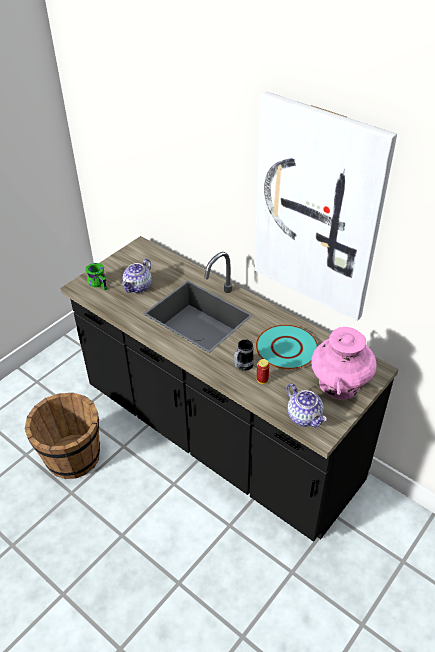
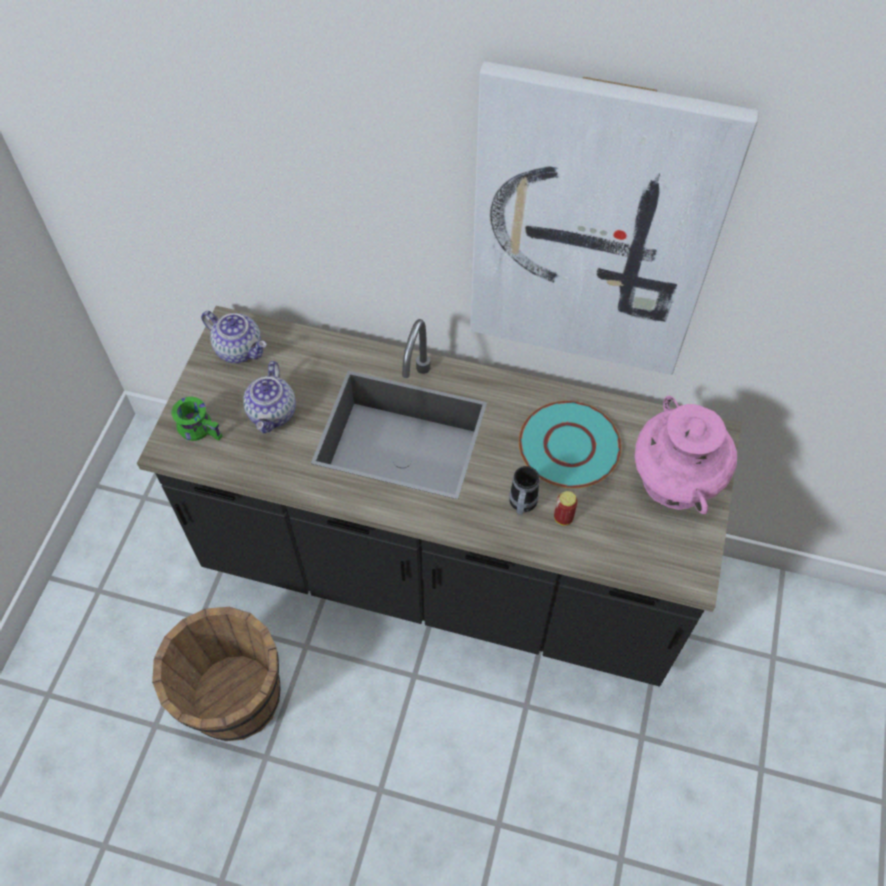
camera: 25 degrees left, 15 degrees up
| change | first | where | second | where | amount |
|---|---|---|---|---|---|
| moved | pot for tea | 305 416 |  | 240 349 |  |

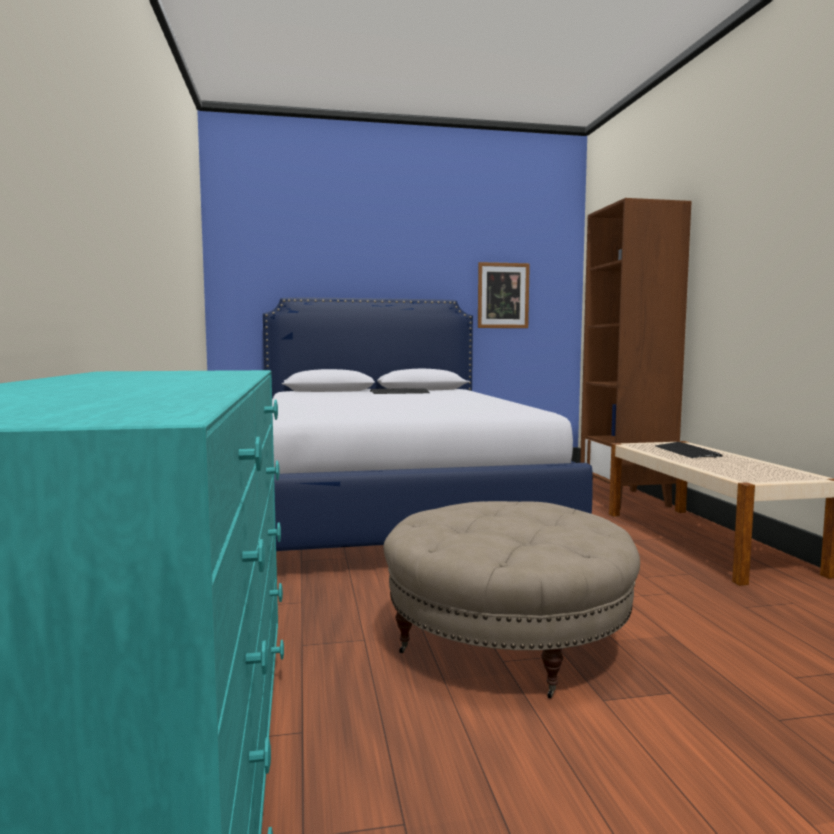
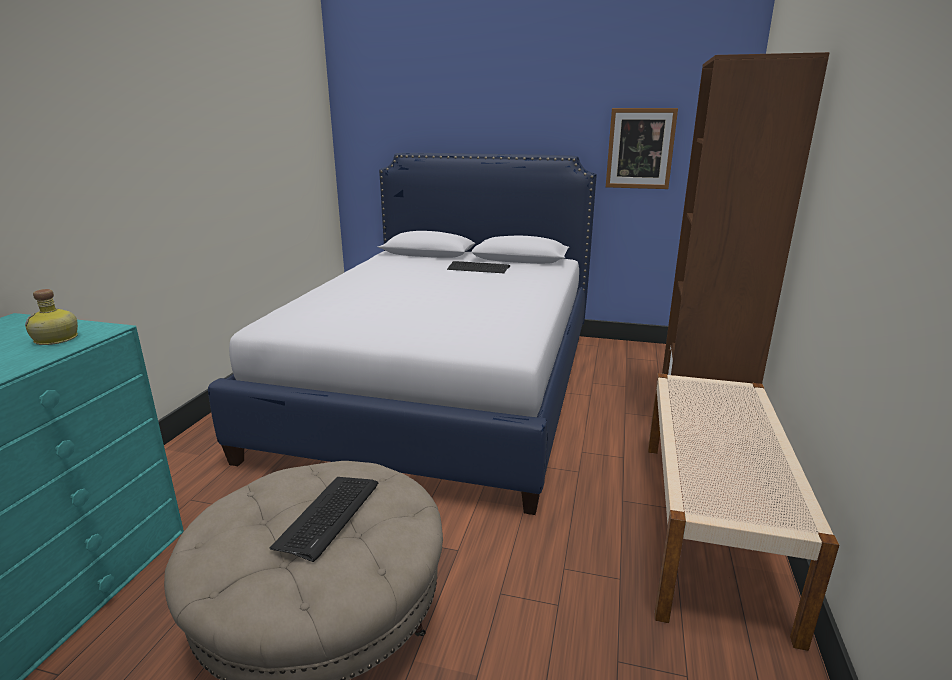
camera: 25 degrees right, 15 degrees up
| change | first | where | second | where | amount |
|---|---|---|---|---|---|
| added |  |  | drink bottle | 57 339 |  |
| moved | computer keyboard | 687 452 |  | 328 516 |  |

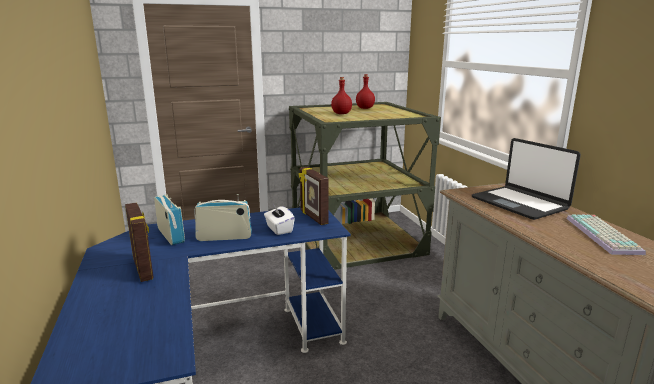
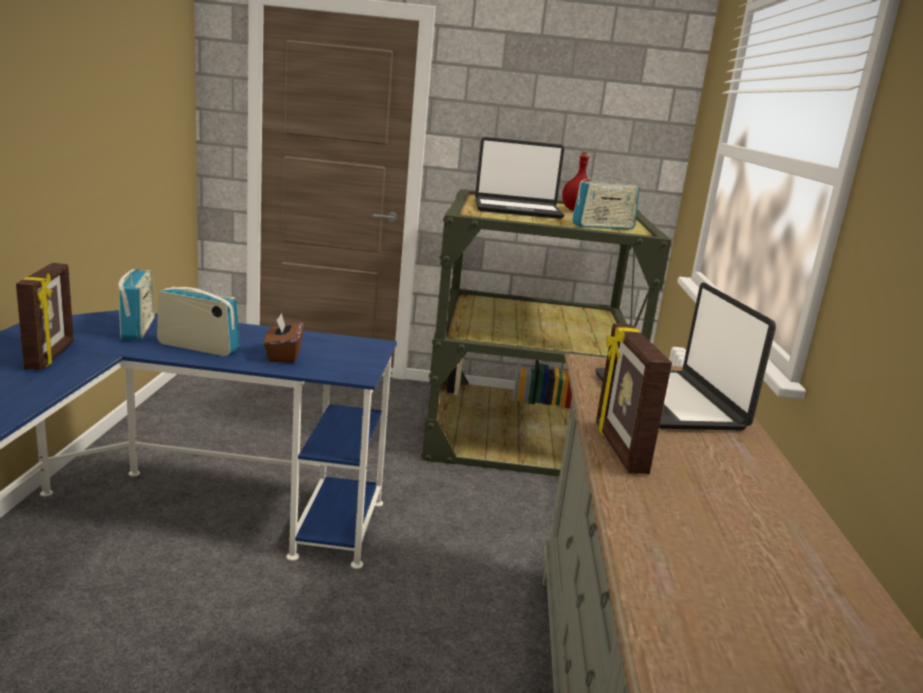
camera: 20 degrees right, 0 degrees up
| change | first | where | second | where | amount |
|---|---|---|---|---|---|
| removed | computer keyboard | 604 235 |  |  |  |
| added |  |  | radio set | 603 227 |  |
| moved | photo frame | 313 217 |  | 618 448 |  |
| replaced | drink bottle in reddish | 341 113 | portable computer | 517 210 |  |
| recoloured | tissue holder in whitish | 279 229 | tissue holder in brown-coloured | 283 355 |  |

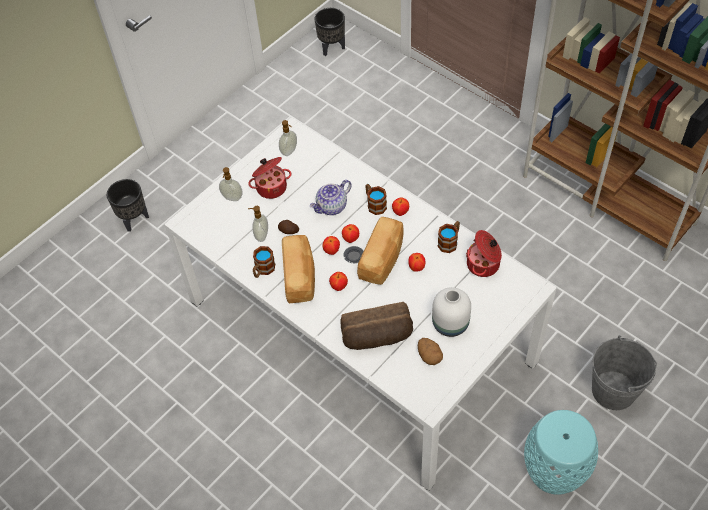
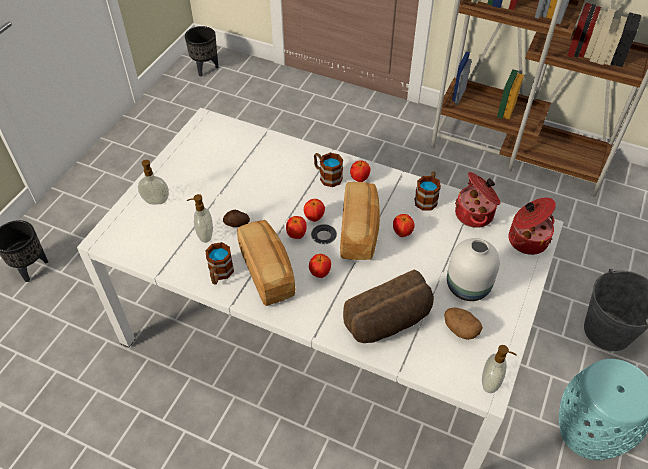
camera: 20 degrees left, 5 degrees down
| change | first | where | second | where | amount |
|---|---|---|---|---|---|
| removed | pot for tea | 332 207 |  |  |  |
| moved | stockpot | 271 187 |  | 526 239 |  |
| moved | soap bottle | 289 151 |  | 491 383 |  |

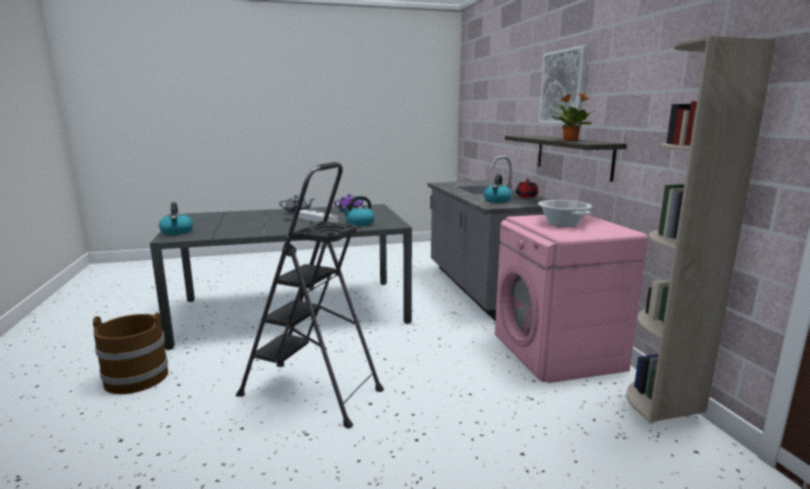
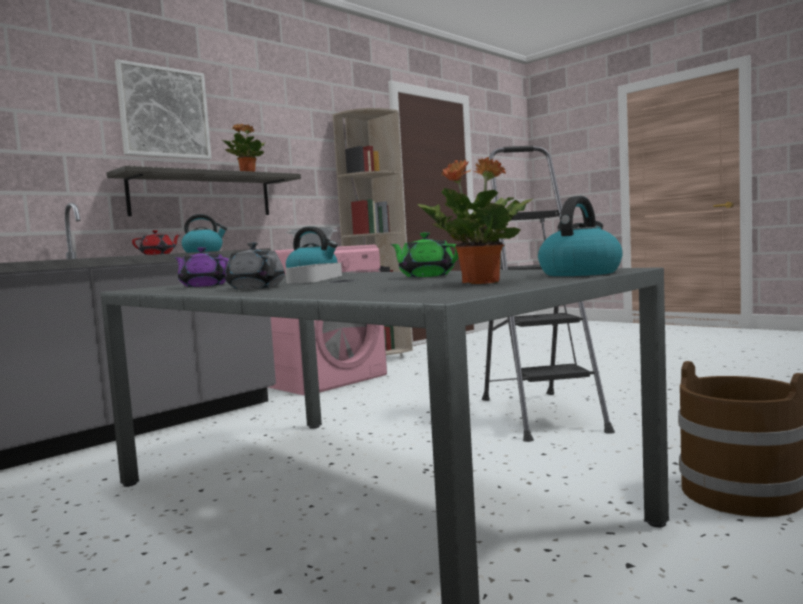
camera: 120 degrees left, 10 degrees down
| change | first | where | second | where | amount |
|---|---|---|---|---|---|
| added |  |  | pot for tea in greenish | 426 276 |  |
| added |  |  | potted plant | 479 283 |  |

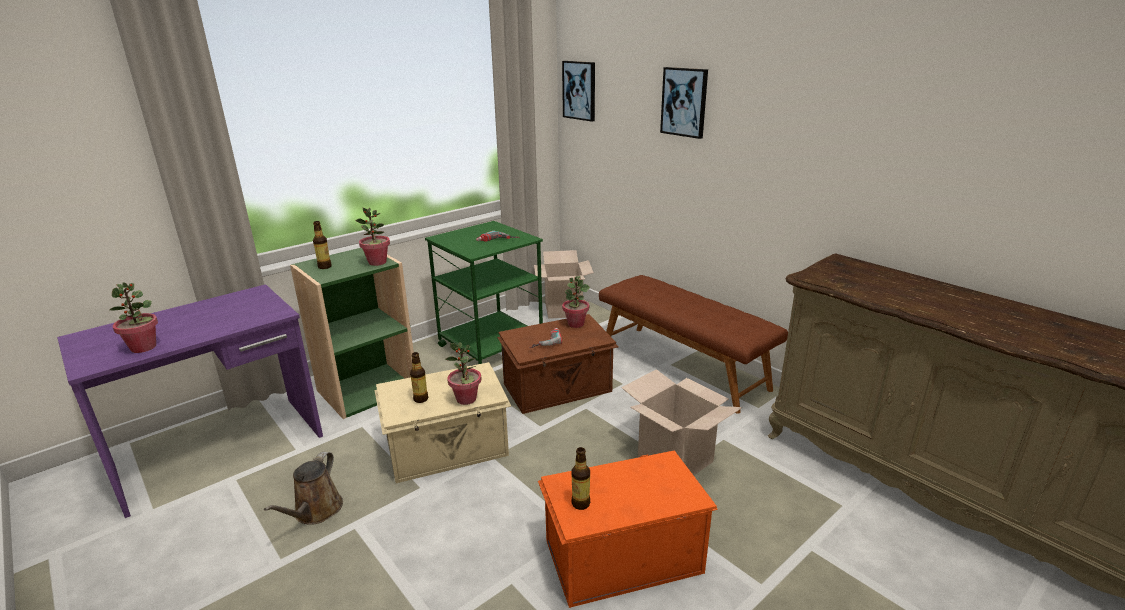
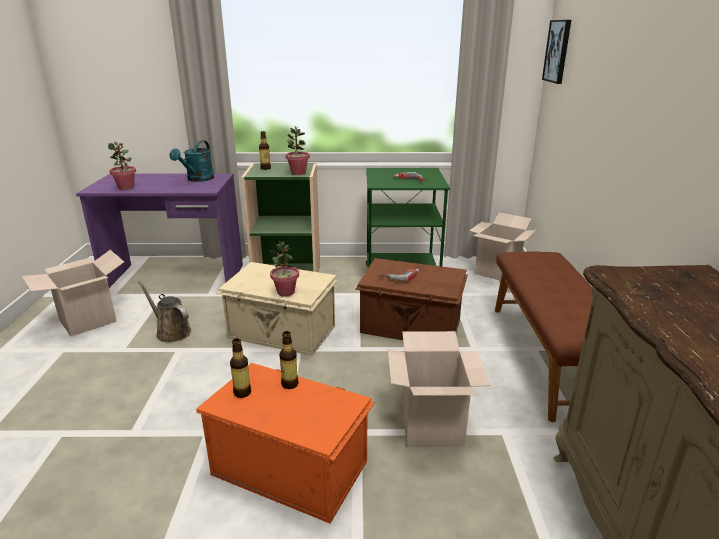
camera: 40 degrees right, 0 degrees up
| change | first | where | second | where | amount |
|---|---|---|---|---|---|
| removed | potted plant | 575 324 |  |  |  |
| removed | picture | 684 102 |  |  |  |
| added |  |  | carton | 87 321 |  |
| added |  |  | watering pot in turquoise | 197 179 |  |
| moved | drink bottle | 421 399 |  | 290 384 |  |
| turned | watering pot in brown-coloured | 316 512 |  | 171 332 | 75 degrees clockwise |

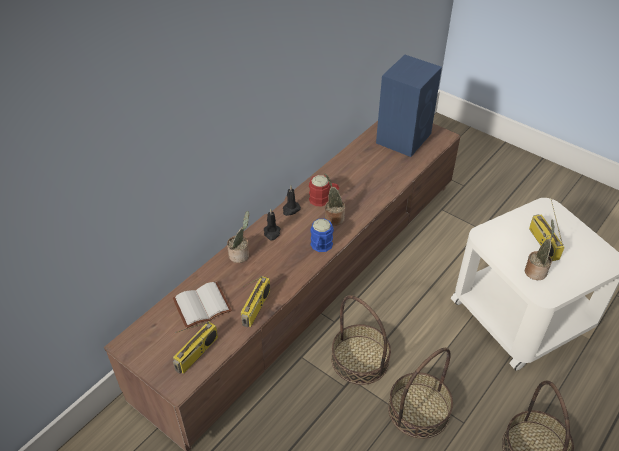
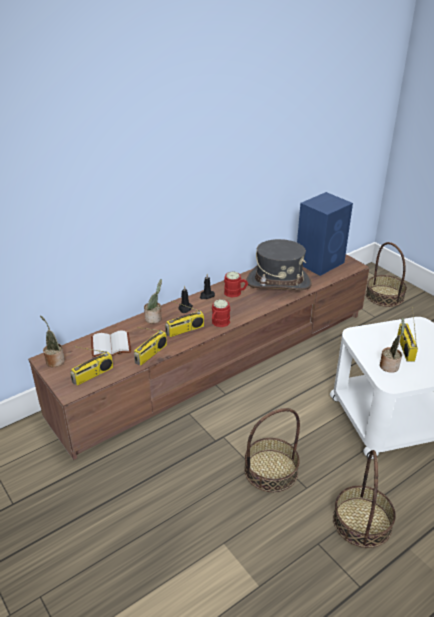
camera: 15 degrees right, 10 degrees down
| change | first | where | second | where | amount |
|---|---|---|---|---|---|
| added |  |  | radio set | 185 330 |  |
| added |  |  | wearable hat in gray | 278 282 |  |
| moved | potted plant | 333 218 |  | 54 360 |  |
| moved | storage basket | 360 359 |  | 384 296 |  |
| recoloured | mug in blue | 320 247 | mug in reddish | 219 323 |  |

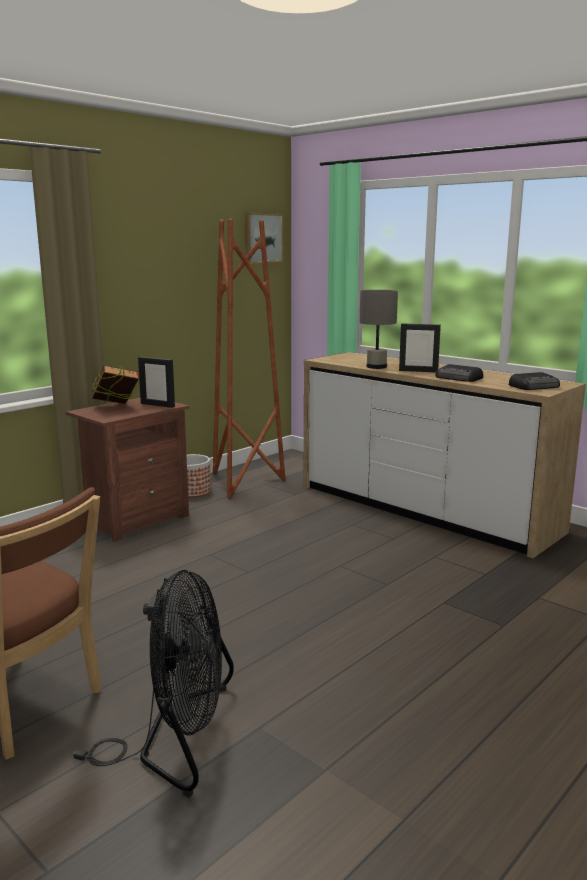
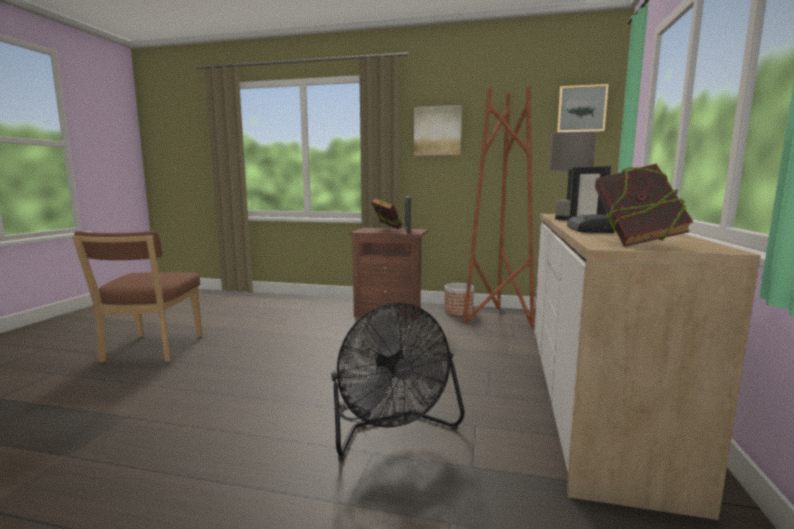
camera: 60 degrees right, 5 degrees down
| change | first | where | second | where | amount |
|---|---|---|---|---|---|
| added |  |  | picture | 437 131 |  |
| moved | cooling fan in blackish | 174 738 |  | 386 431 |  |
| replaced | radio set | 534 386 | book | 636 243 |  |

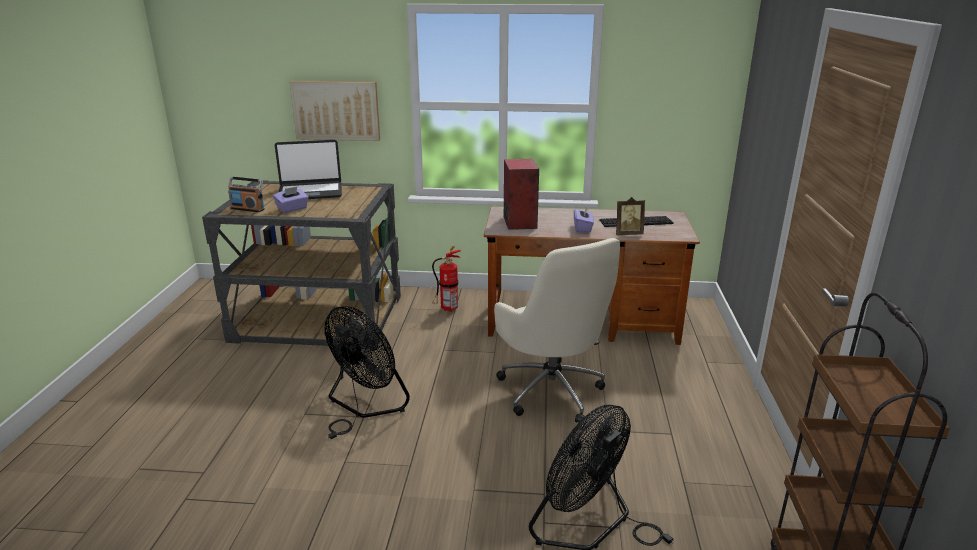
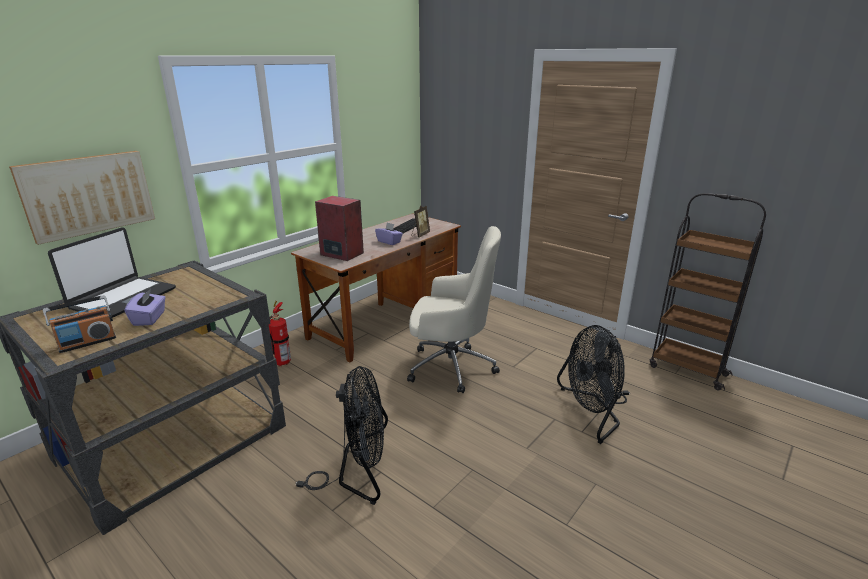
camera: 55 degrees left, 0 degrees up
| change | first | where | second | where | amount |
|---|---|---|---|---|---|
| turned | cooling fan in blackish | 358 403 |  | 357 467 | 105 degrees clockwise |

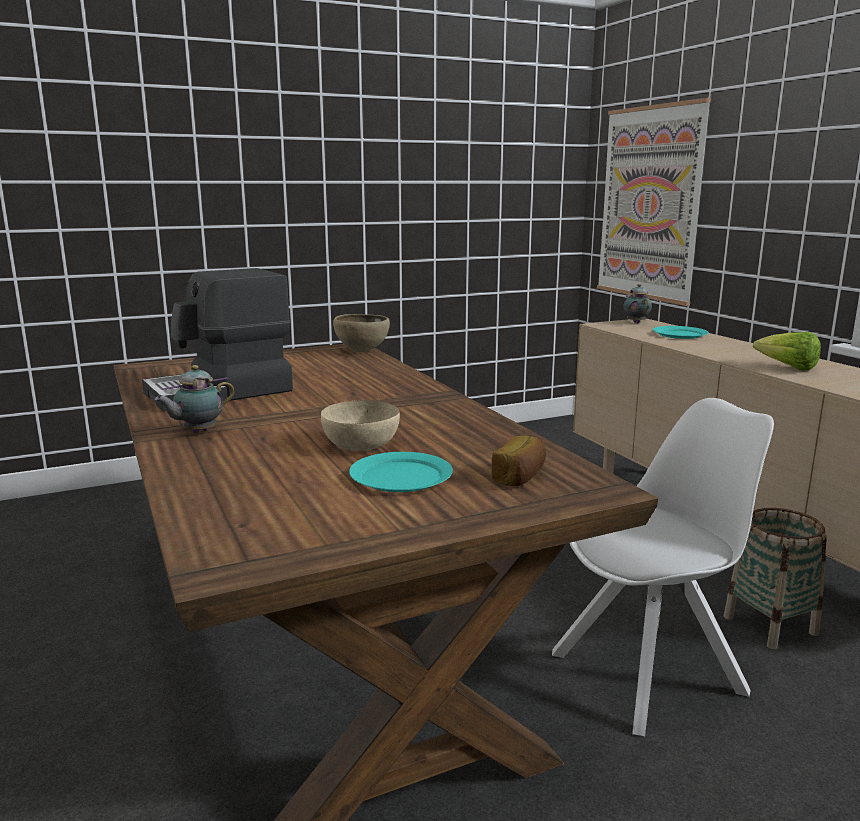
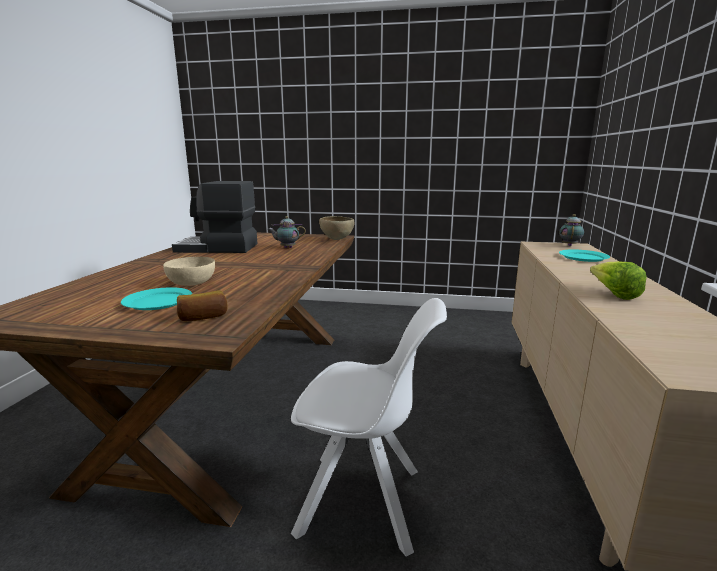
camera: 35 degrees right, 0 degrees up
| change | first | where | second | where | amount |
|---|---|---|---|---|---|
| removed | picture | 649 204 |  |  |  |
| removed | storage basket | 770 625 |  |  |  |
| moved | pot for tea | 198 432 |  | 287 248 |  |

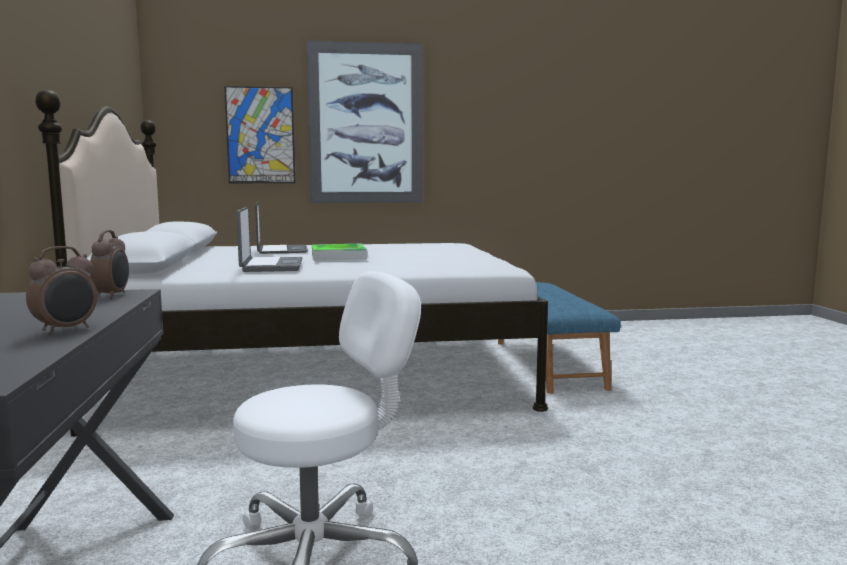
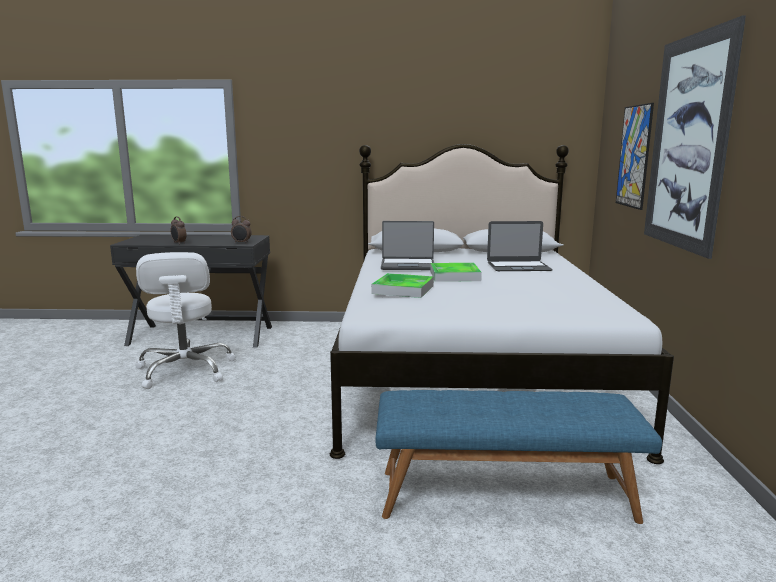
camera: 100 degrees right, 5 degrees up
| change | first | where | second | where | amount |
|---|---|---|---|---|---|
| added |  |  | carrying tray | 403 289 |  |

